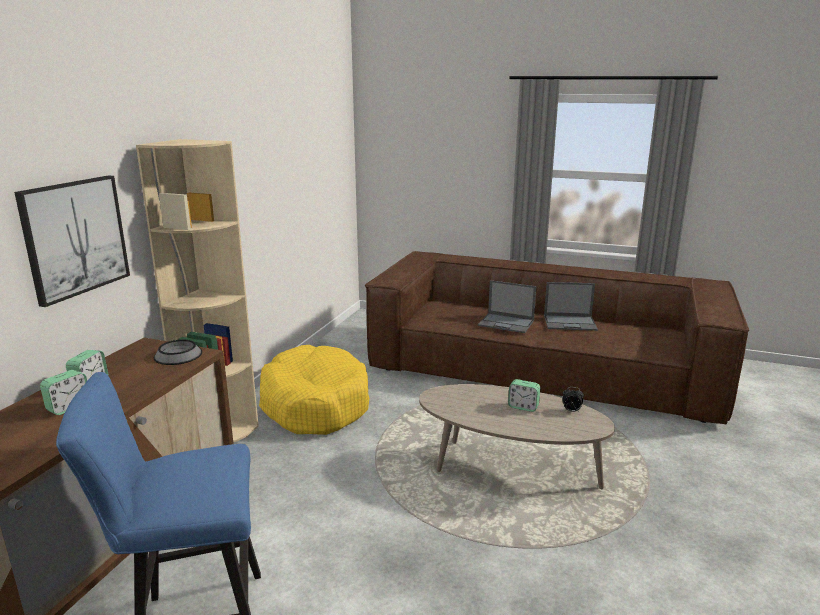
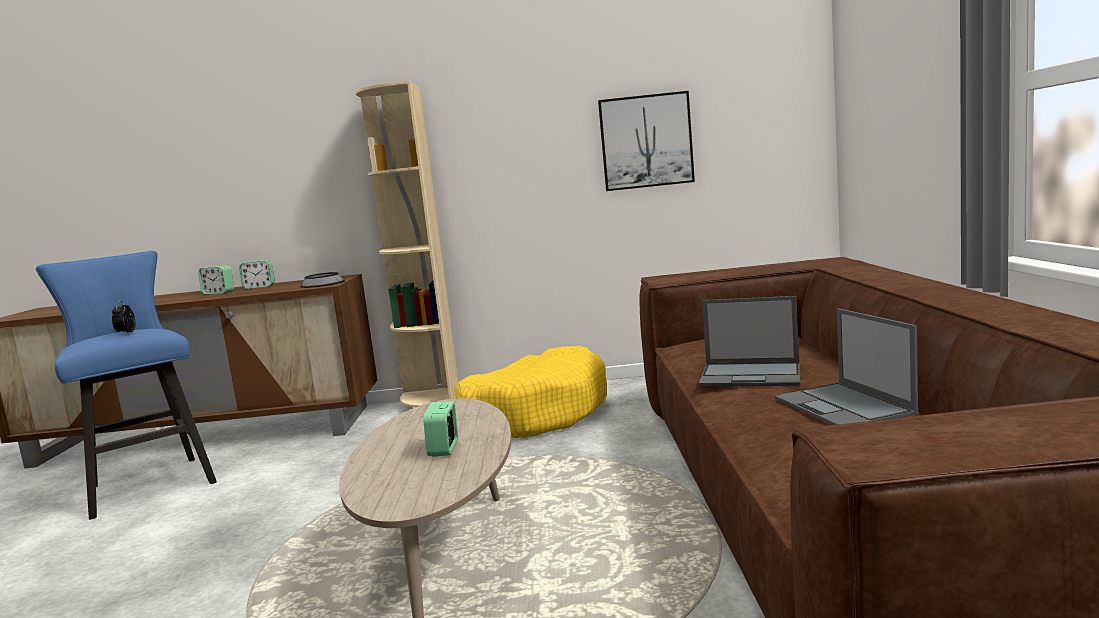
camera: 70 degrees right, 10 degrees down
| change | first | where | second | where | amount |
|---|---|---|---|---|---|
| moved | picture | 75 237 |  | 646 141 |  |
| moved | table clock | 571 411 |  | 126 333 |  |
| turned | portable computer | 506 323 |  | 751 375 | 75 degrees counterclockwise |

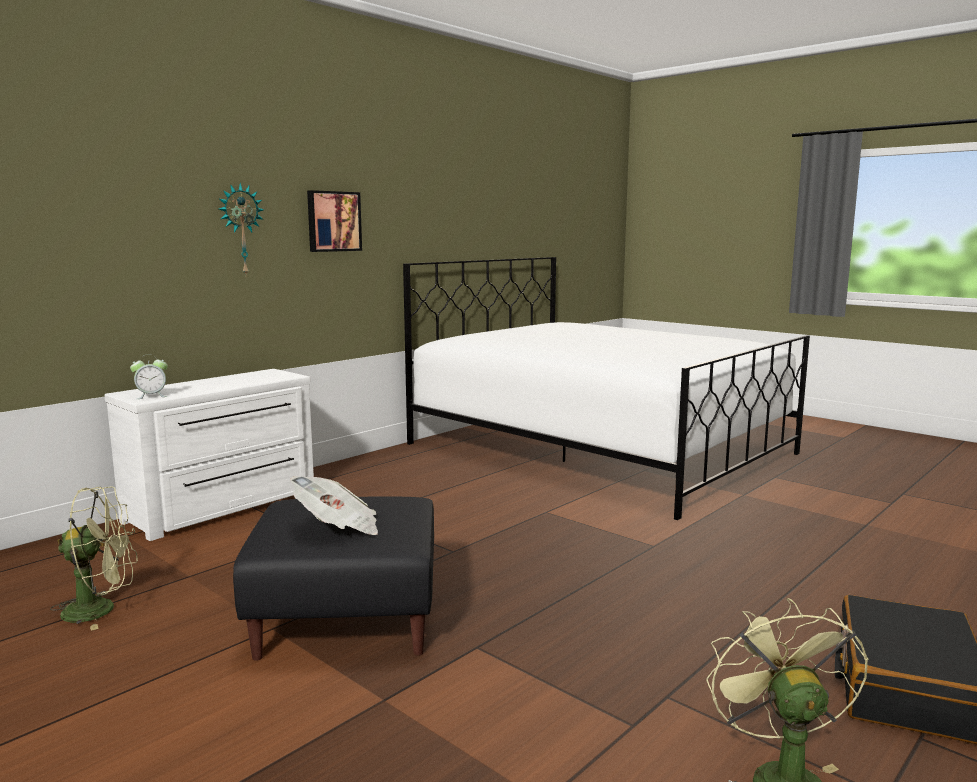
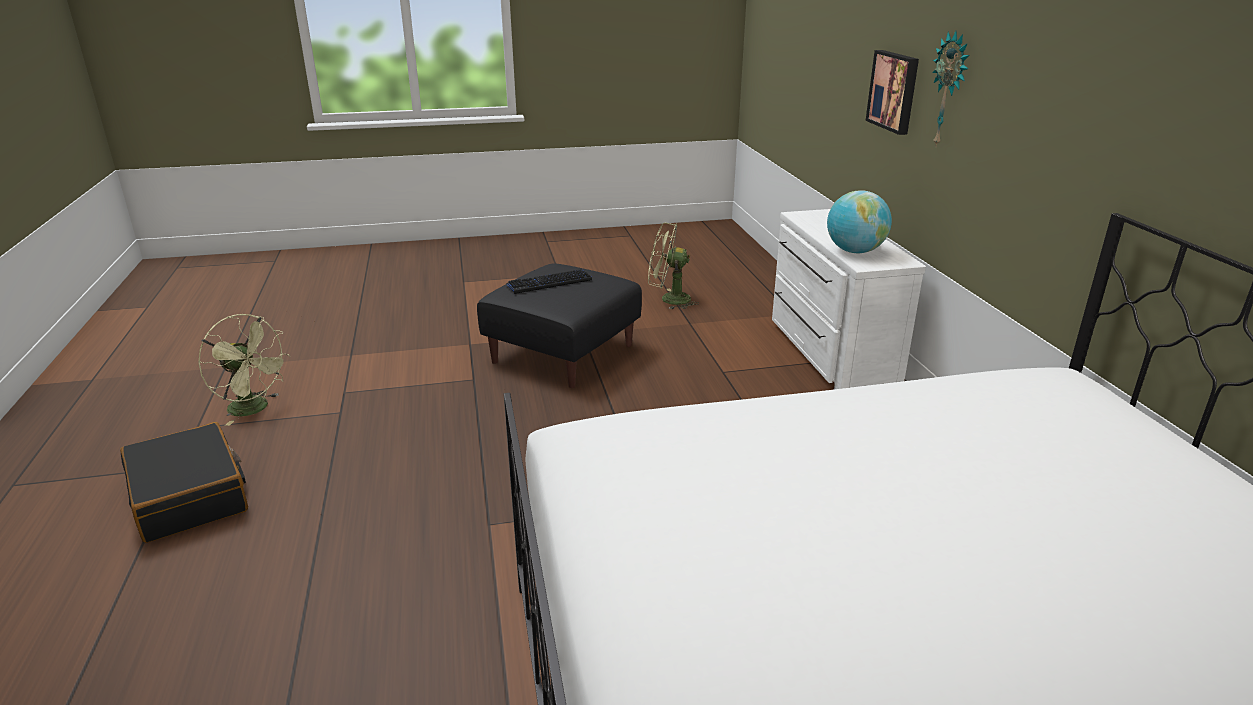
camera: 125 degrees right, 15 degrees up
| change | first | where | second | where | amount |
|---|---|---|---|---|---|
| removed | table clock | 151 396 |  |  |  |
| added |  |  | desk globe | 855 251 |  |
| moved | picture | 333 221 |  | 894 91 |  |
| replaced | daily paper | 338 527 | computer keyboard | 548 282 |  |
| turned | cooling fan in greenish | 101 609 |  | 669 299 | 75 degrees clockwise |

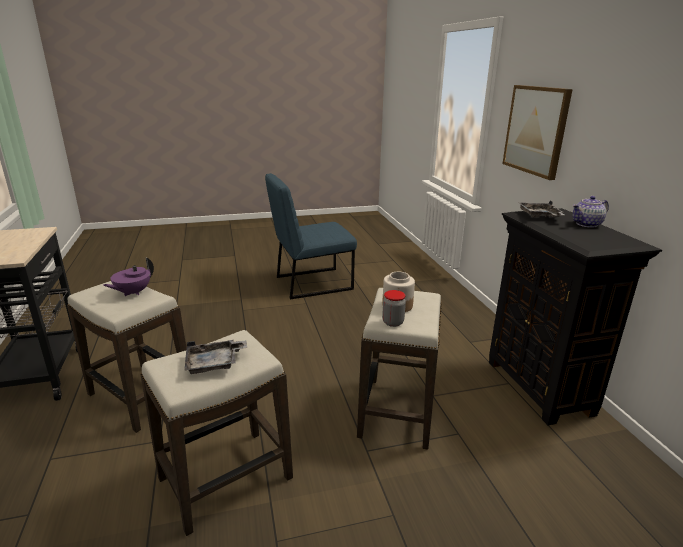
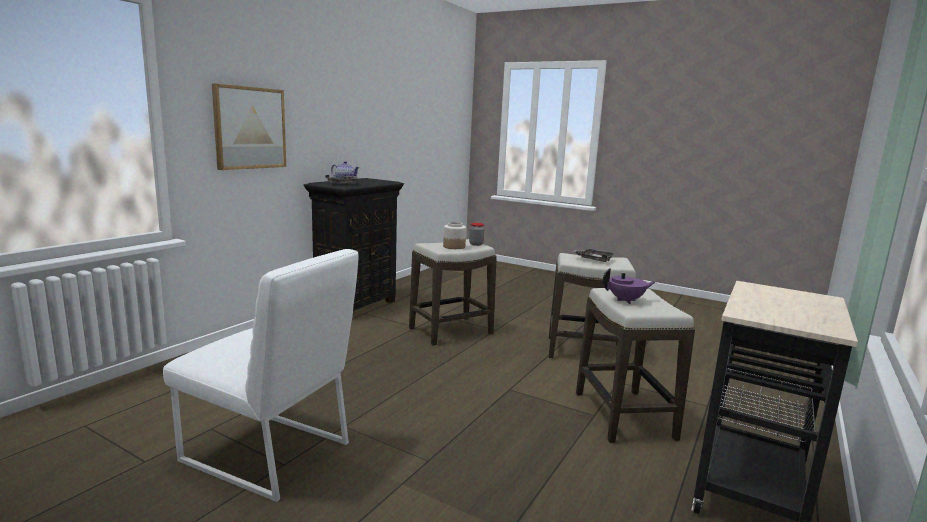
camera: 135 degrees left, 10 degrees down
| change | first | where | second | where | amount |
|---|---|---|---|---|---|
| recoloured | chair in blue | 311 283 | chair in whitish | 269 453 |  |

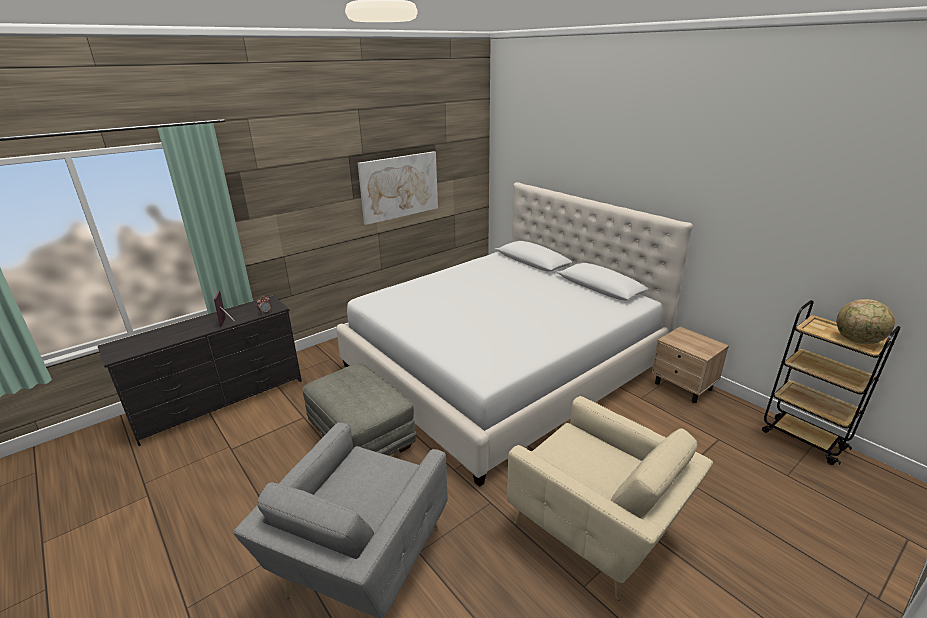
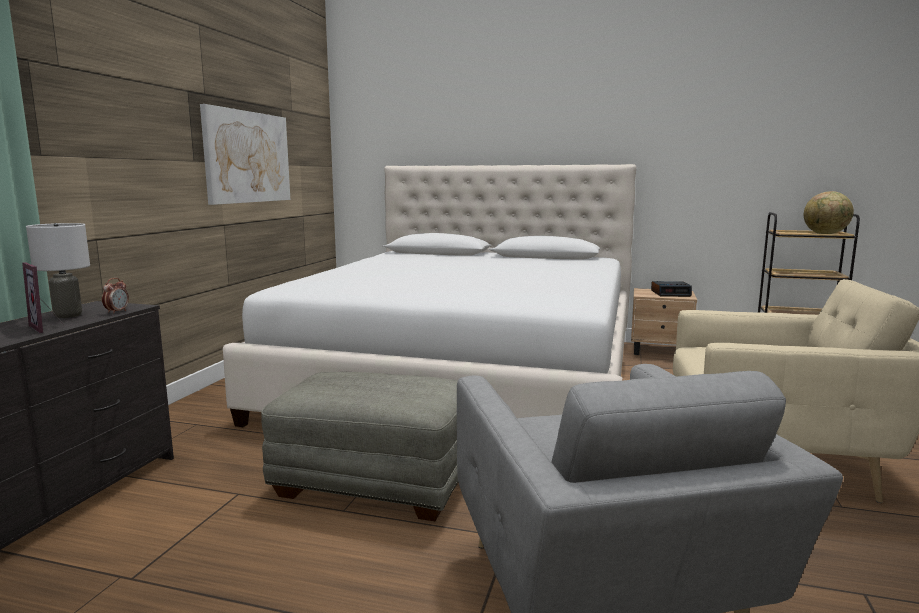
camera: 35 degrees left, 15 degrees down
| change | first | where | second | where | amount |
|---|---|---|---|---|---|
| added |  |  | tabletop lamp in whitish | 70 315 |  |
| added |  |  | table clock | 671 293 |  |

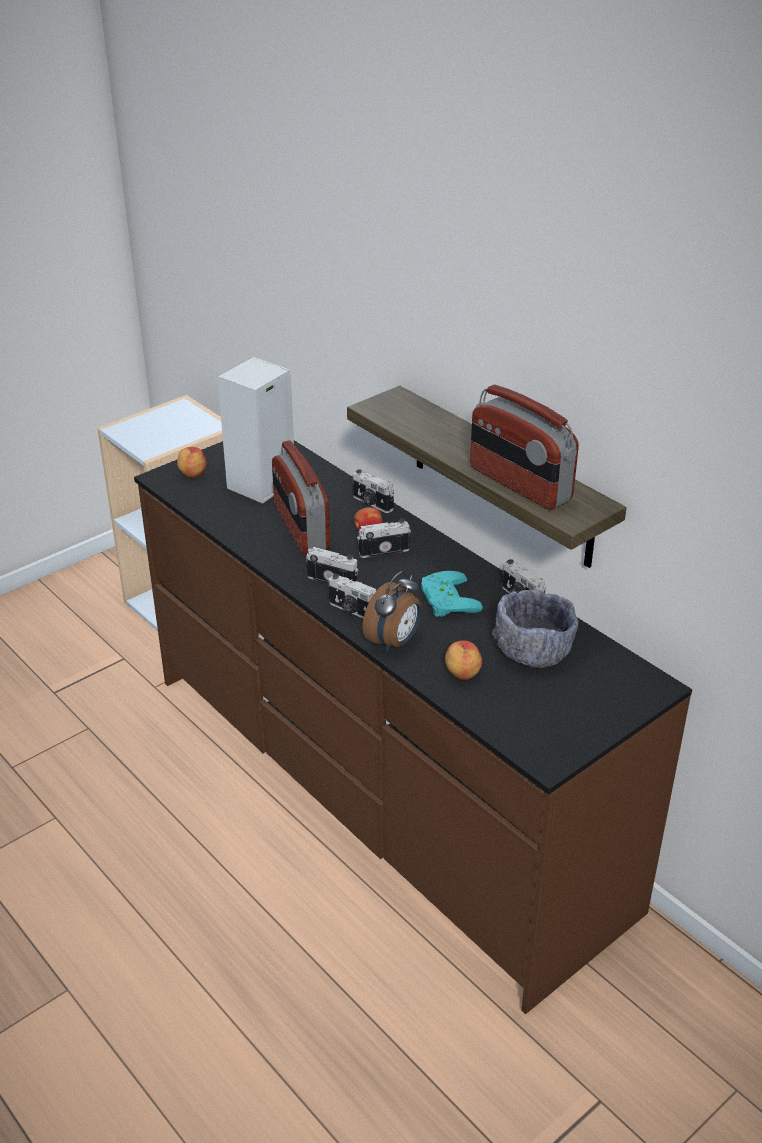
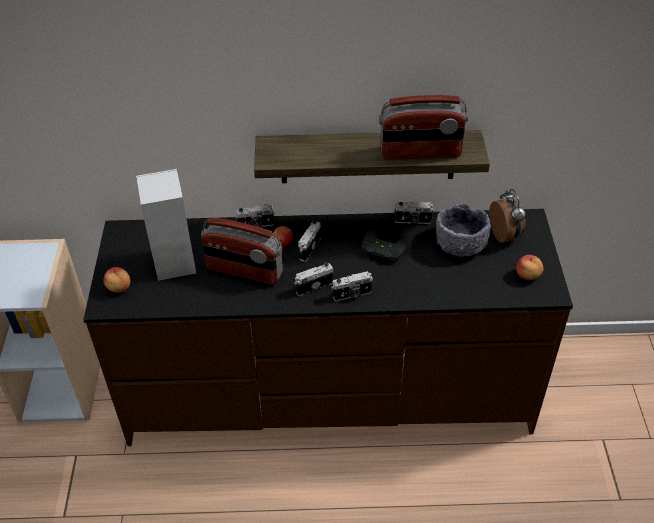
camera: 50 degrees left, 10 degrees up
| change | first | where | second | where | amount |
|---|---|---|---|---|---|
| moved | table clock | 394 642 |  | 505 235 |  |
| moved | whole apple | 462 673 |  | 527 276 |  |
| recoloured | joypad in turquoise | 445 599 | joypad in blackish | 382 250 |  |

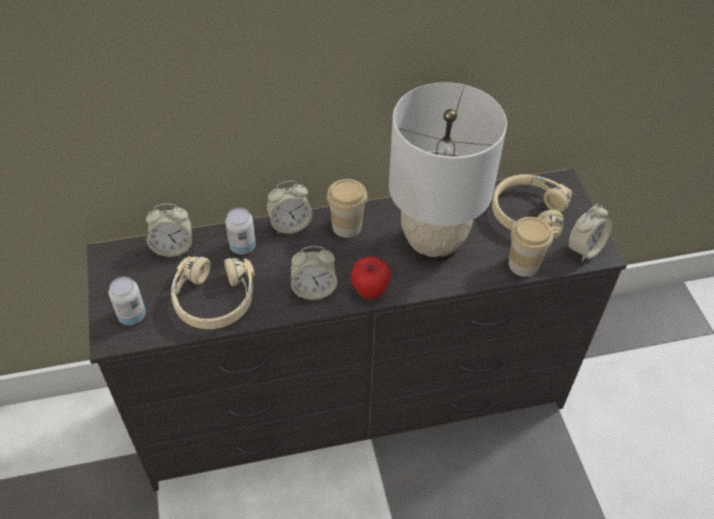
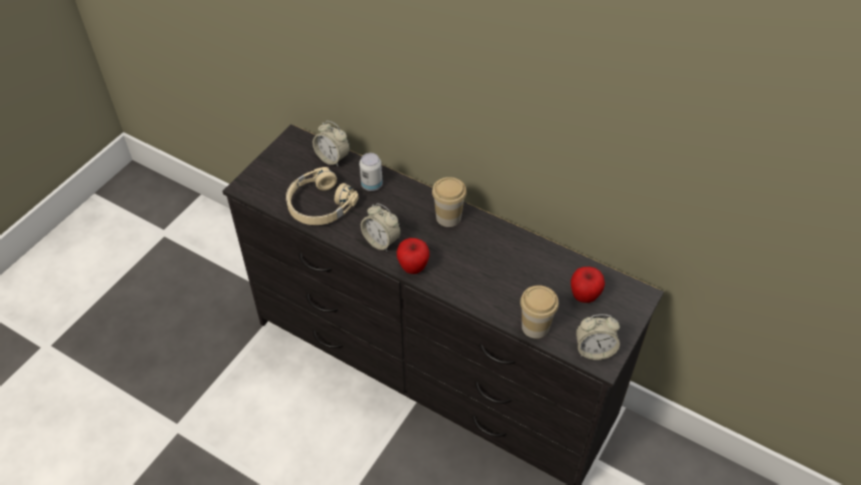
camera: 45 degrees right, 0 degrees up
| change | first | where | second | where | amount |
|---|---|---|---|---|---|
| removed | metal can | 132 315 |  |  |  |
| removed | table clock | 290 225 |  |  |  |
| removed | tabletop lamp in whitish | 433 243 |  |  |  |
| replaced | headphones in beige | 527 213 | whole apple | 584 296 |  |

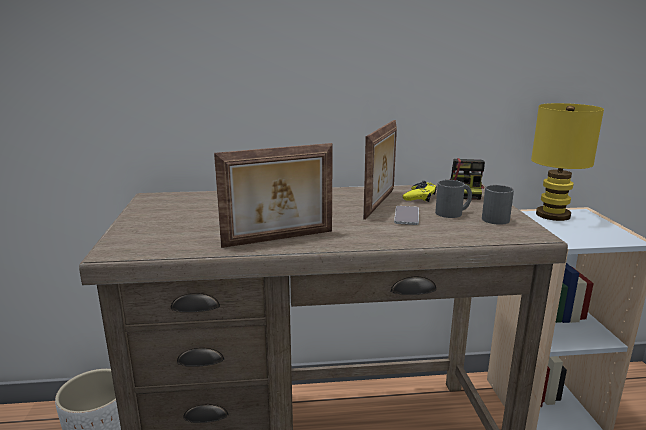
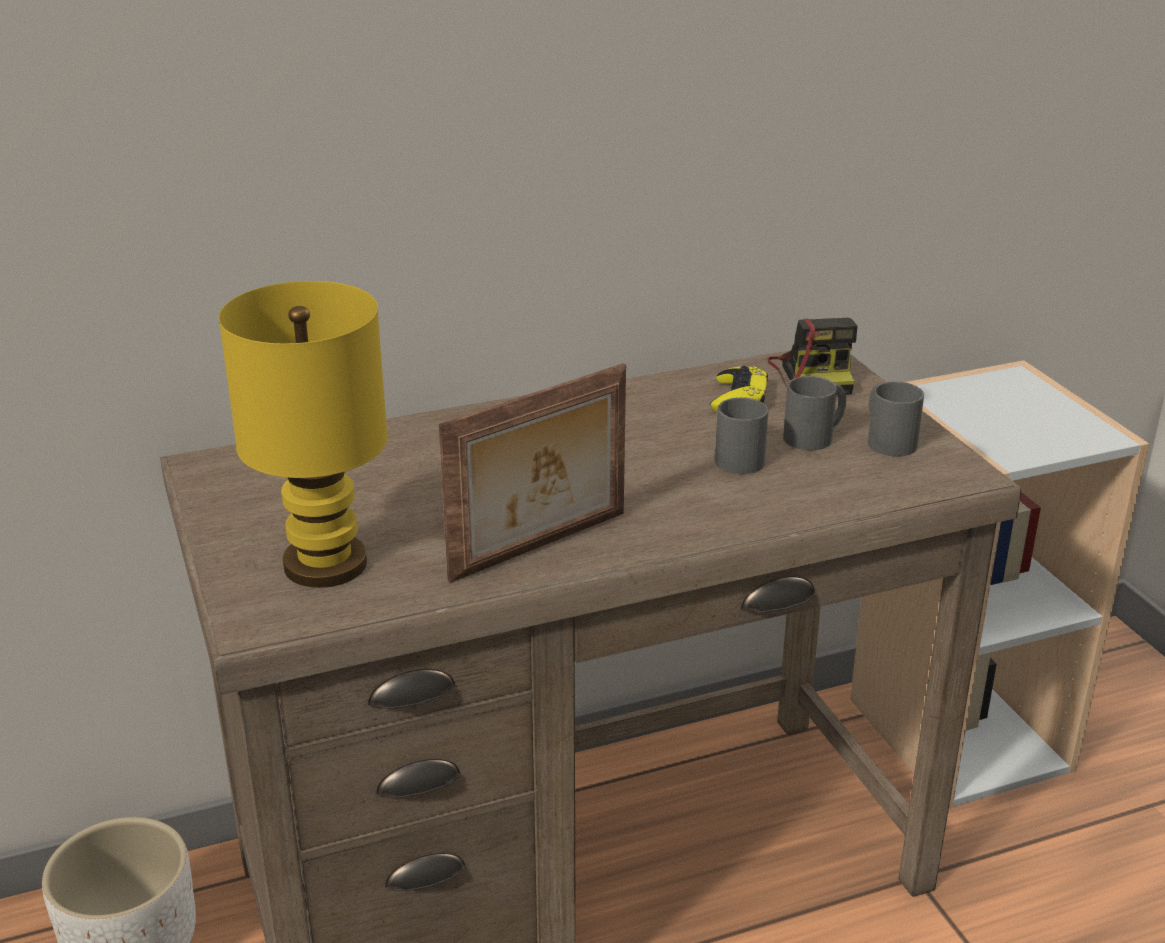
camera: 15 degrees left, 10 degrees up
| change | first | where | second | where | amount |
|---|---|---|---|---|---|
| removed | photo frame | 380 204 |  |  |  |
| moved | tabletop lamp in yellow-coloured | 554 215 |  | 328 564 |  |
| replaced | handset | 406 216 | mug in gray | 737 456 |  |

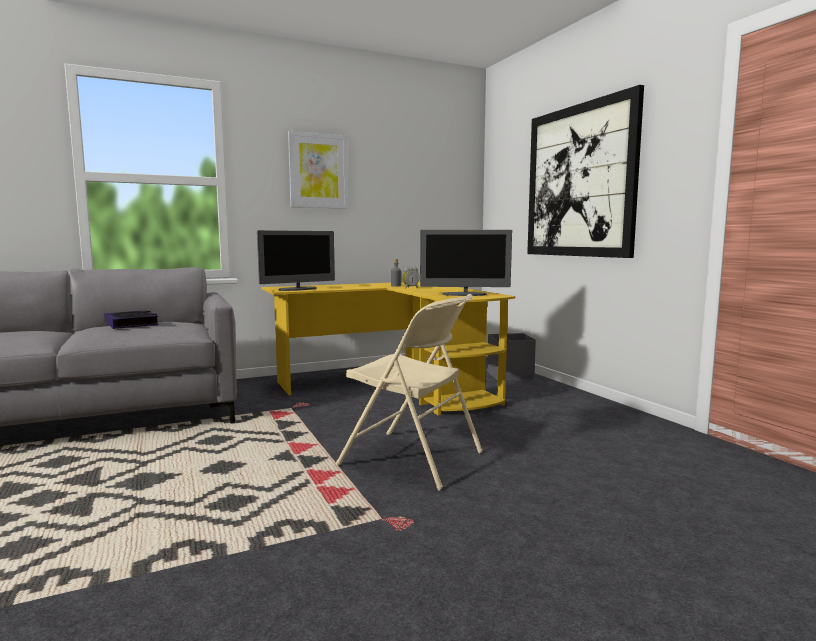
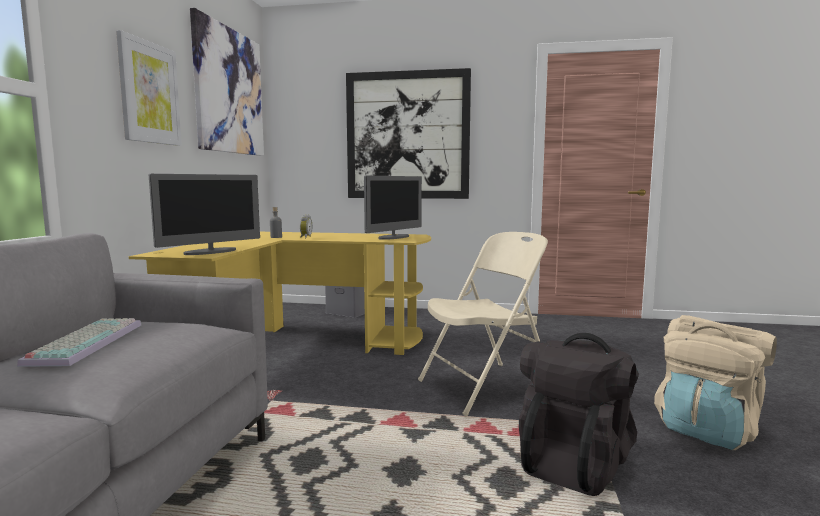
camera: 55 degrees left, 0 degrees up
| change | first | where | second | where | amount |
|---|---|---|---|---|---|
| added |  |  | picture | 229 91 |  |
| added |  |  | knapsack in blackish | 574 463 |  |
| added |  |  | knapsack in beige | 708 430 |  |
| replaced | book | 131 324 | computer keyboard | 85 342 |  |
| turned | computer display | 298 289 |  | 211 252 | 45 degrees clockwise |

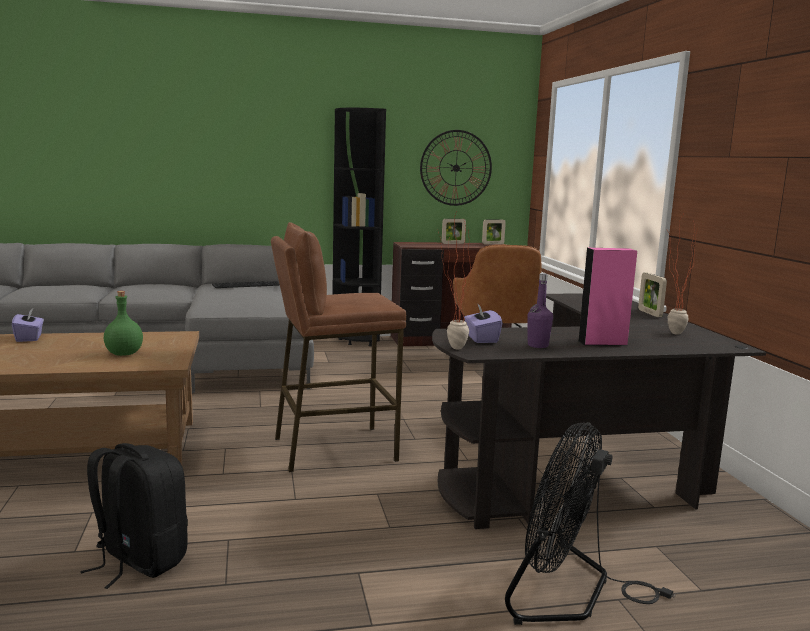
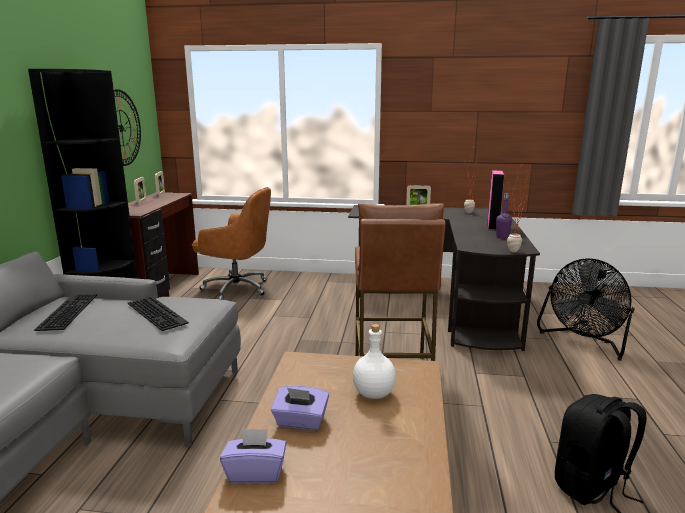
camera: 70 degrees left, 5 degrees up
| change | first | where | second | where | amount |
|---|---|---|---|---|---|
| added |  |  | computer keyboard | 158 312 |  |
| moved | tissue holder in purplish | 481 338 |  | 300 422 |  |
| recoloured | drink bottle in greenish | 124 354 | drink bottle in whitish | 374 394 |  |

